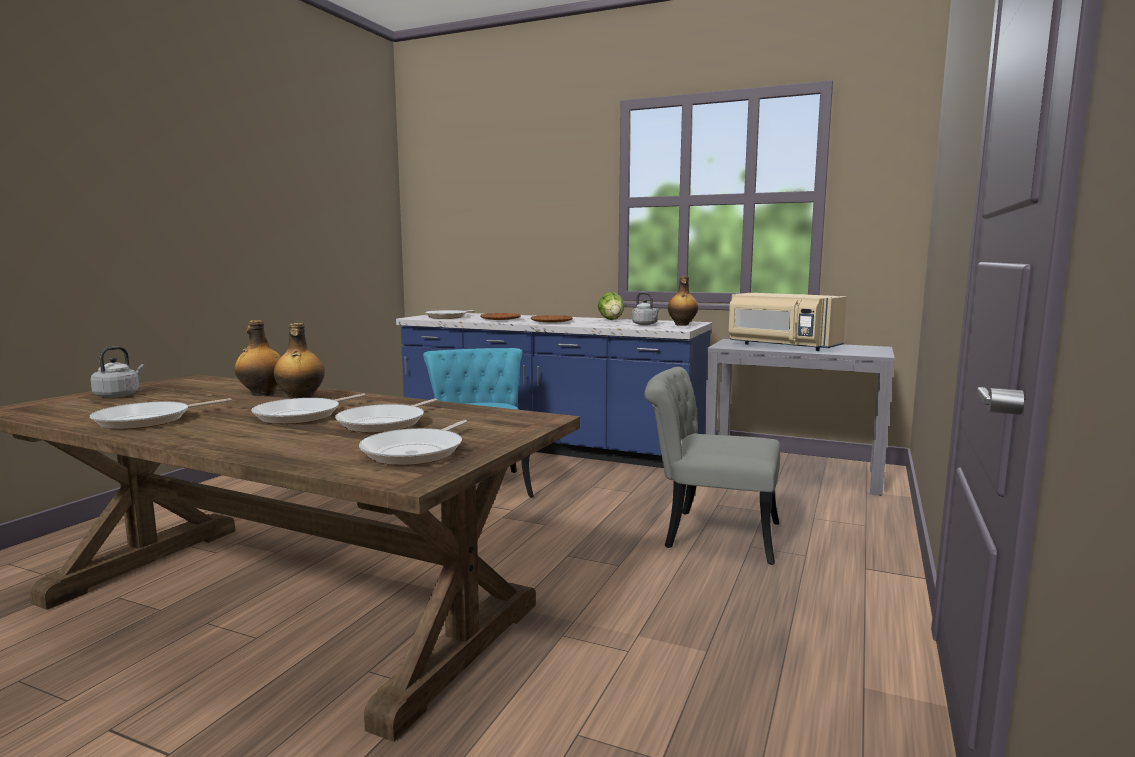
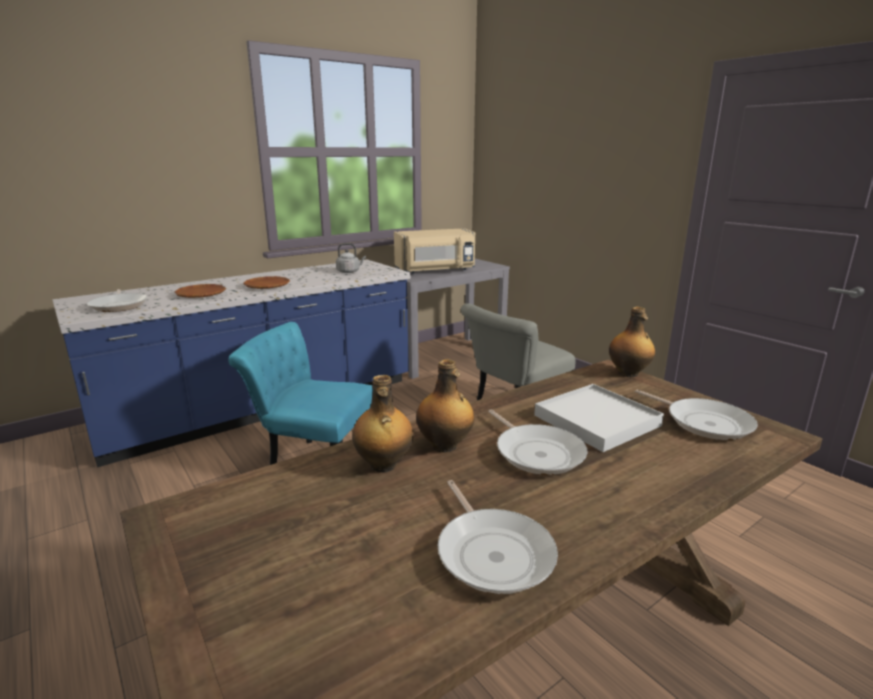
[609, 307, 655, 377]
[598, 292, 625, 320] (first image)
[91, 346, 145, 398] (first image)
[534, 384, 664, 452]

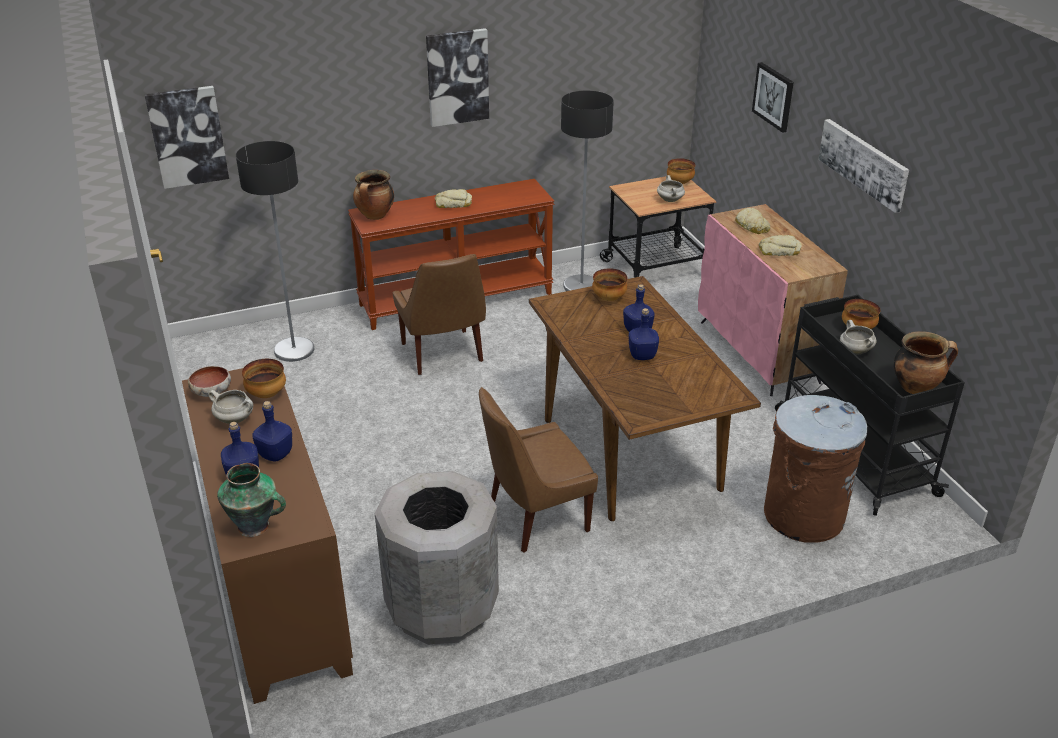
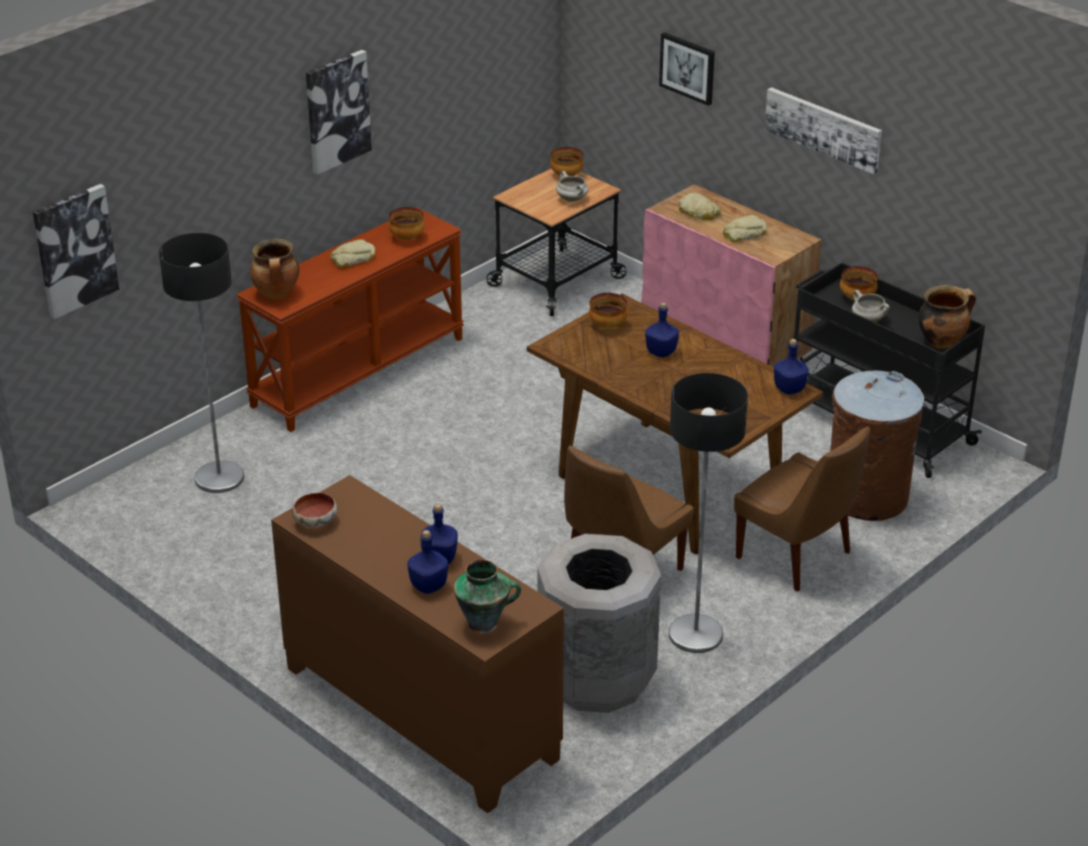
[669, 373, 748, 653]
[734, 426, 870, 592]
[774, 339, 809, 394]
[389, 207, 425, 240]
[208, 390, 253, 424] (first image)

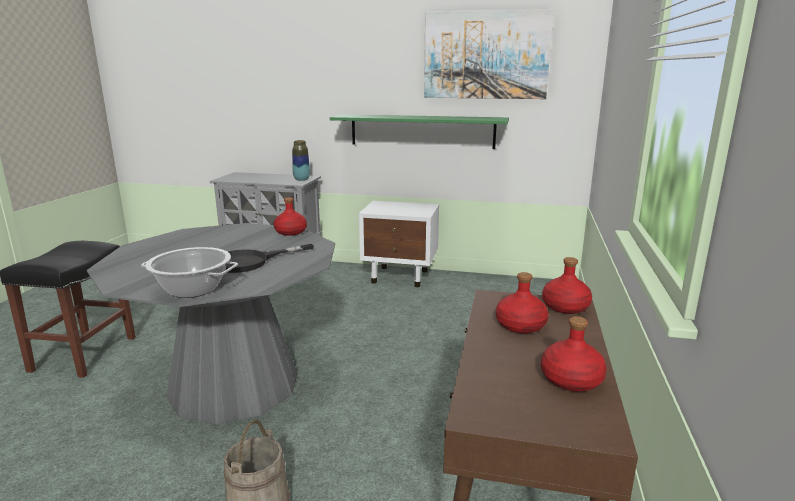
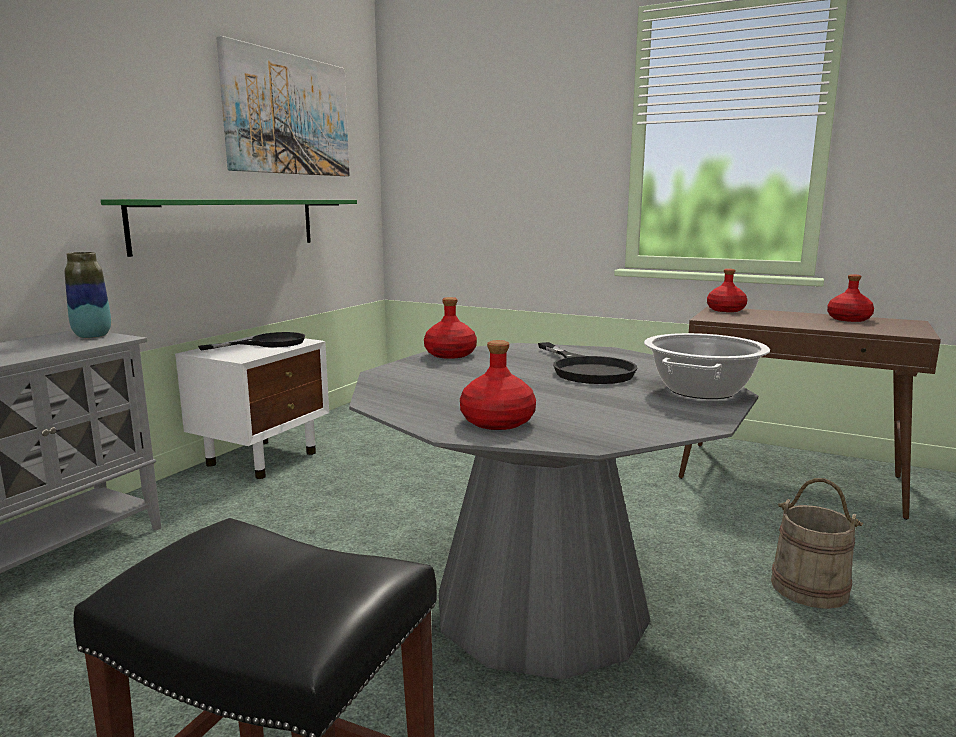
[460, 340, 536, 430]
[198, 332, 305, 350]

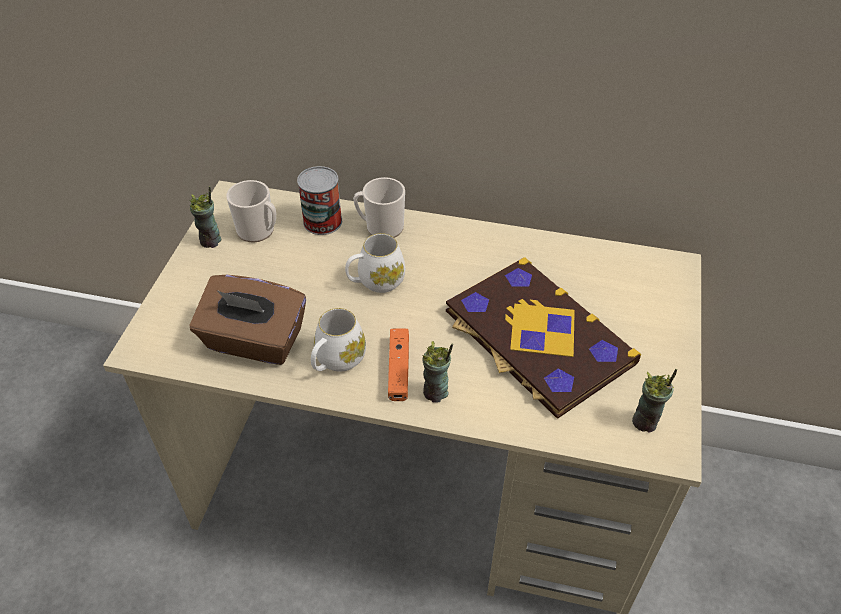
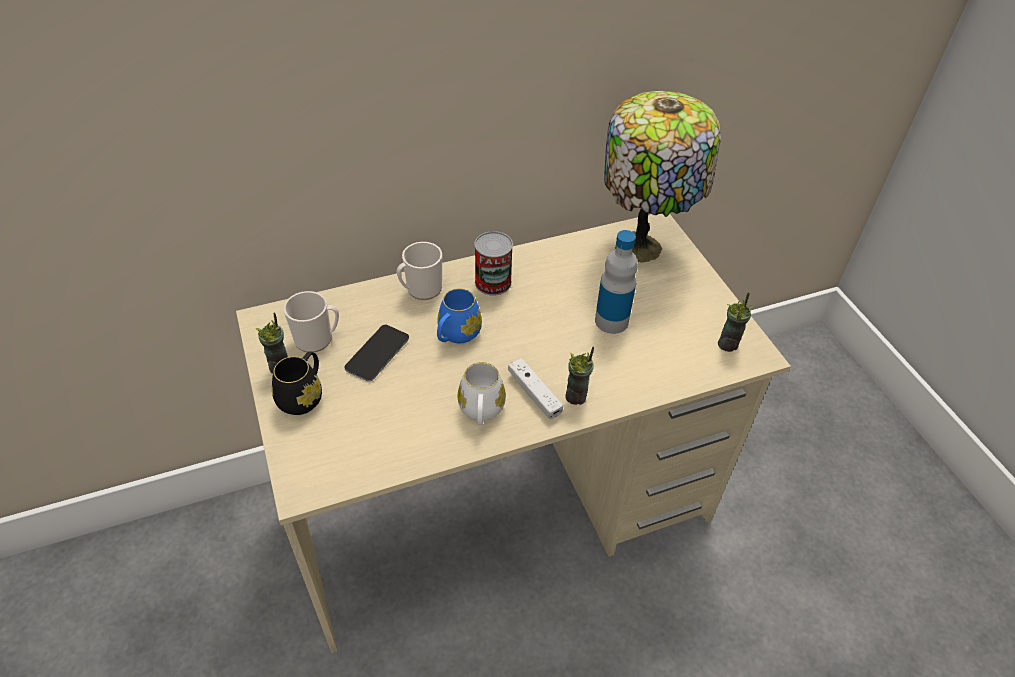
[474, 231, 513, 295]
[437, 289, 482, 343]
[595, 230, 638, 334]
[189, 275, 306, 365] (first image)
[508, 358, 563, 419]
[604, 91, 721, 263]
[344, 325, 409, 381]
[272, 351, 322, 415]

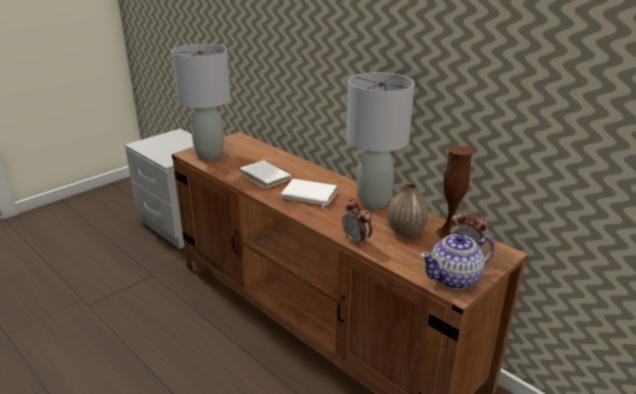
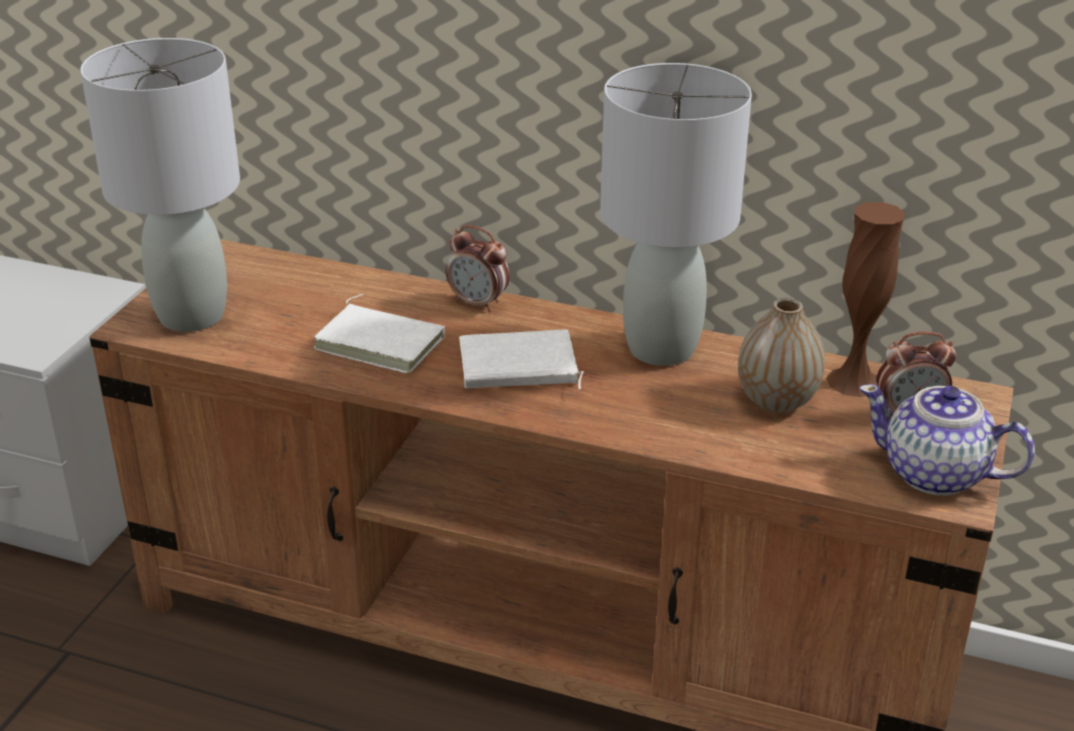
[446, 225, 510, 312]
[859, 384, 1035, 495]

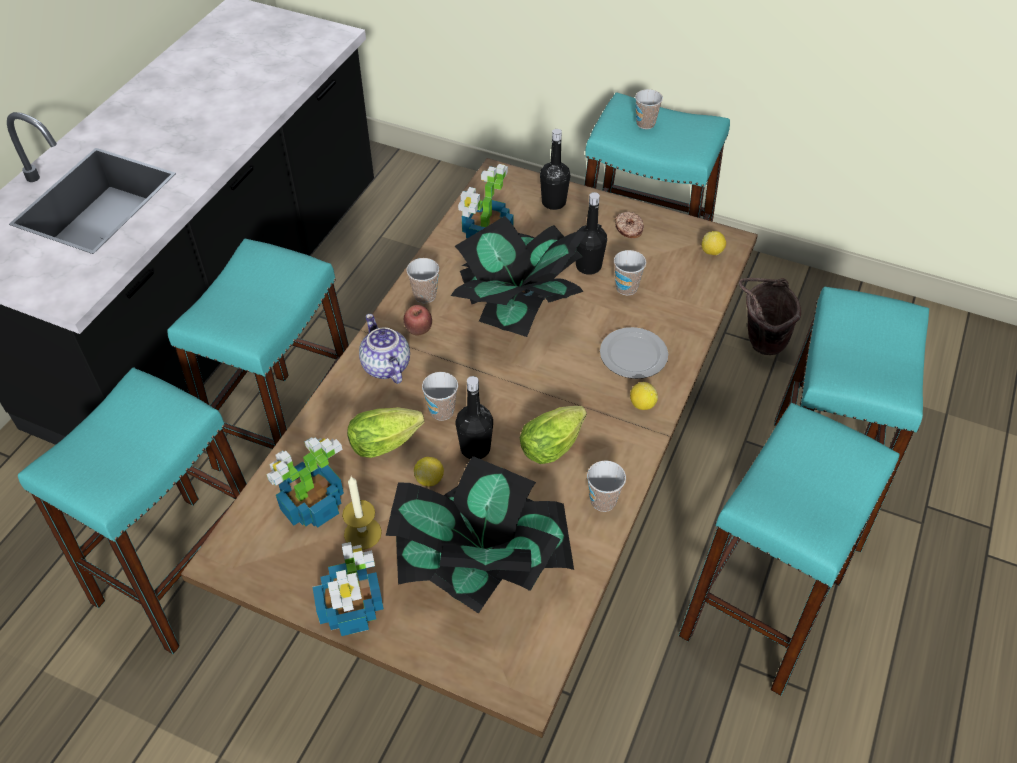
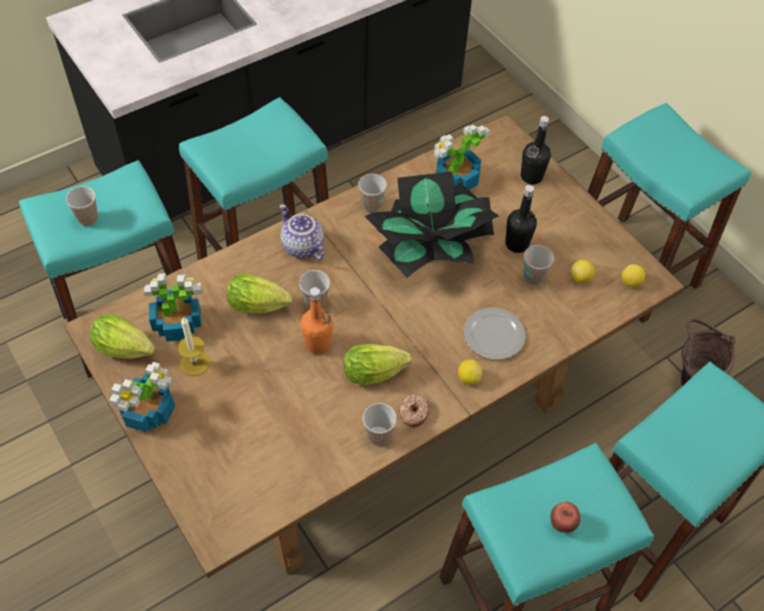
[66, 186, 98, 226]
[399, 393, 430, 428]
[550, 502, 580, 533]
[279, 204, 325, 260]
[301, 287, 333, 354]
[386, 456, 574, 614] (first image)
[571, 260, 595, 283]
[90, 314, 155, 358]

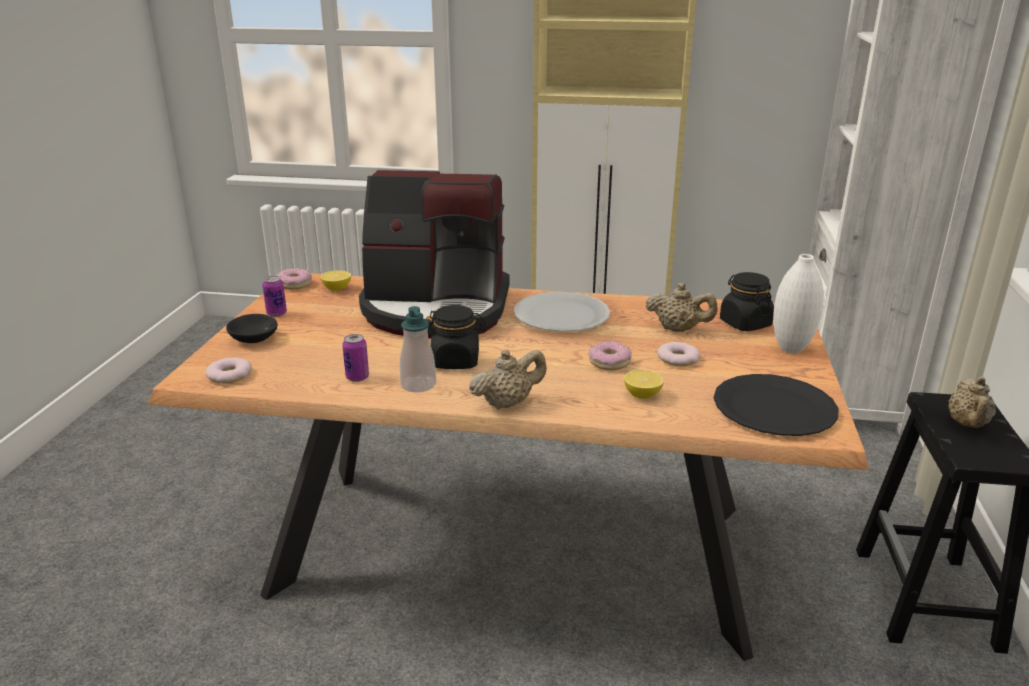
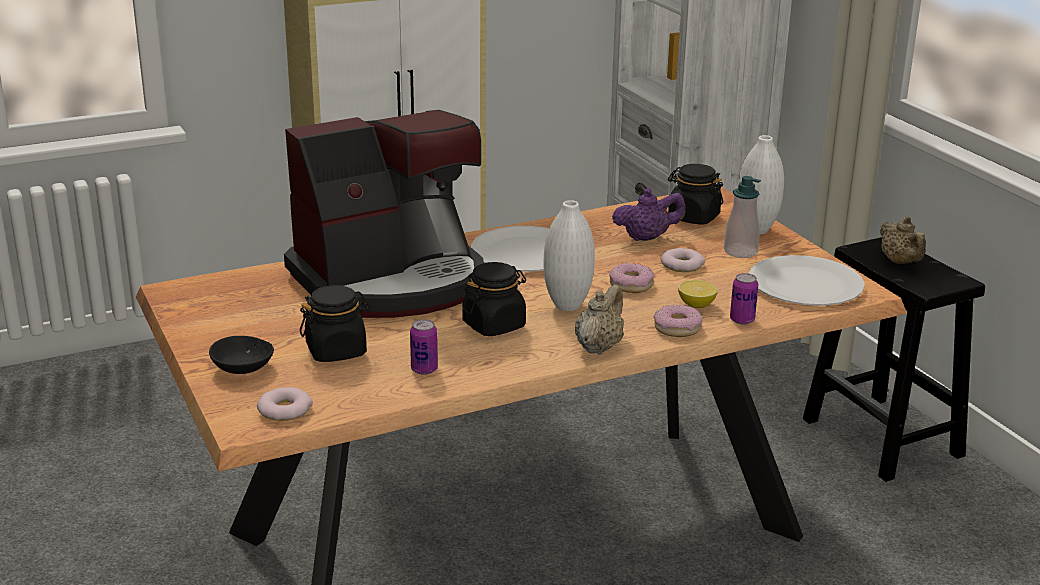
[653, 305, 703, 337]
[320, 270, 351, 291] (first image)
[730, 273, 758, 325]
[612, 188, 685, 241]
[724, 176, 761, 258]
[749, 255, 865, 306]
[543, 200, 595, 311]
[300, 285, 371, 362]

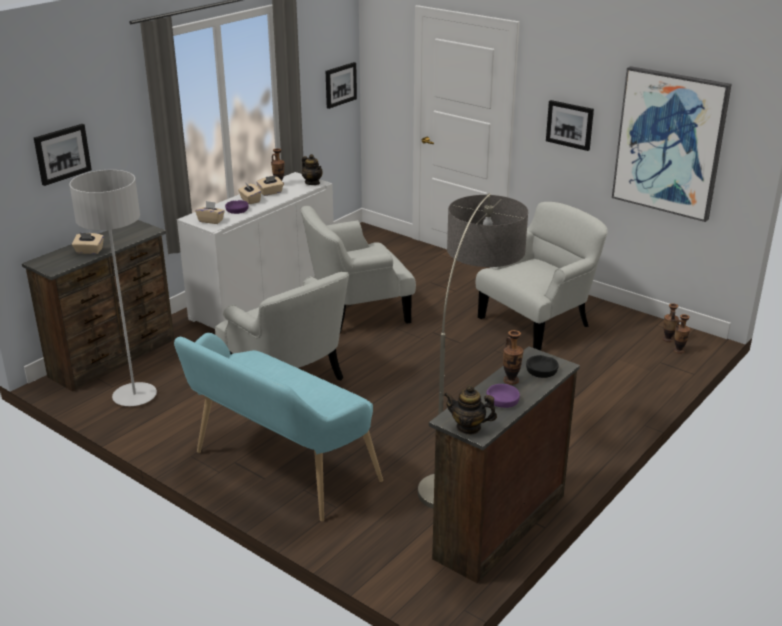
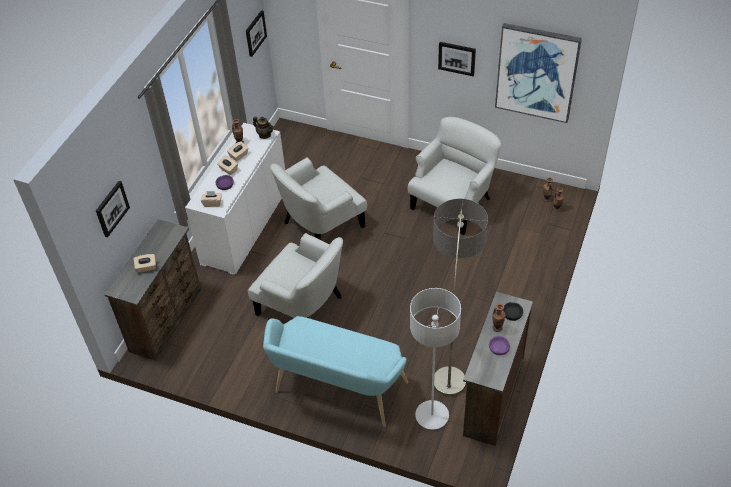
[410, 288, 461, 430]
[444, 385, 497, 435] (first image)

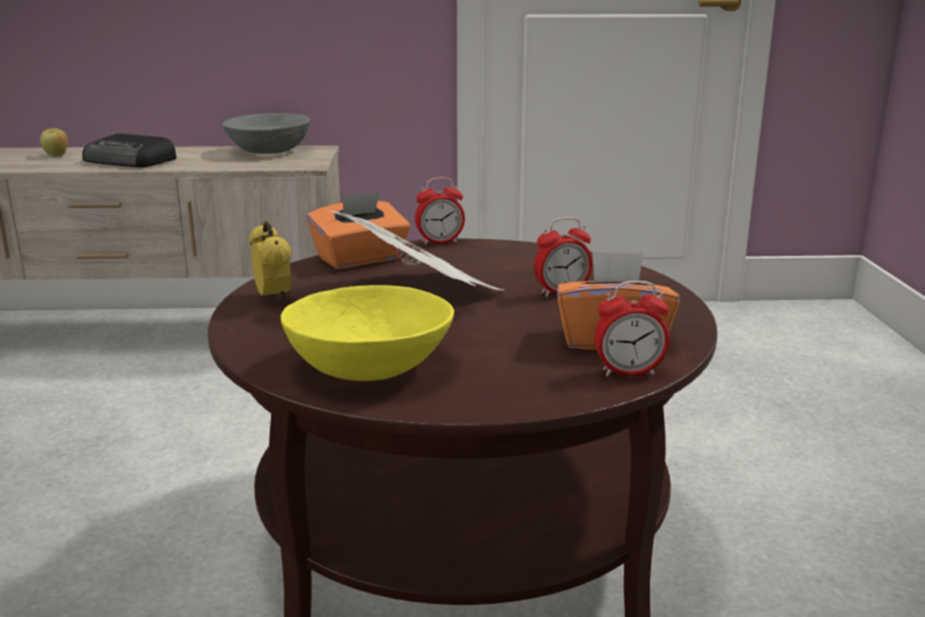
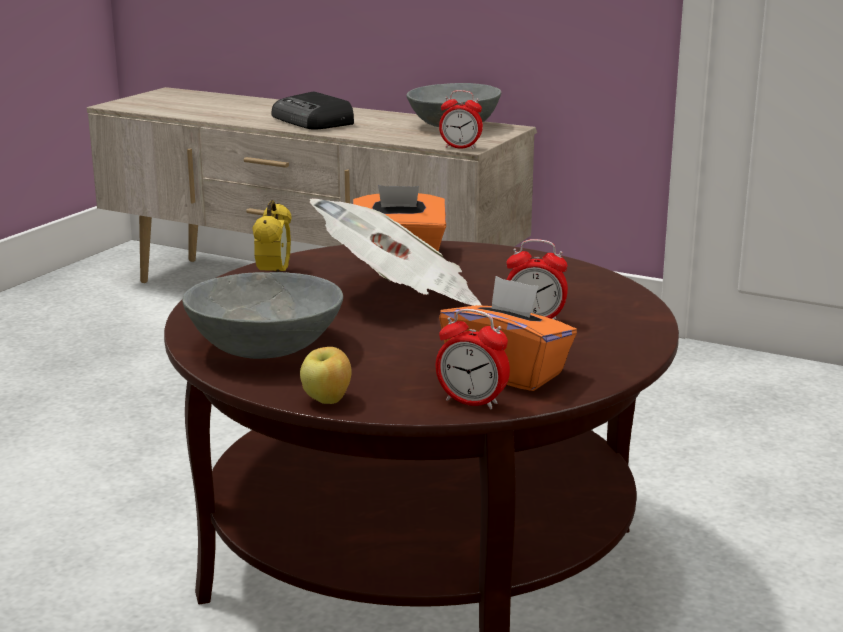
[300, 347, 352, 404]
[439, 90, 483, 150]
[182, 272, 343, 359]

